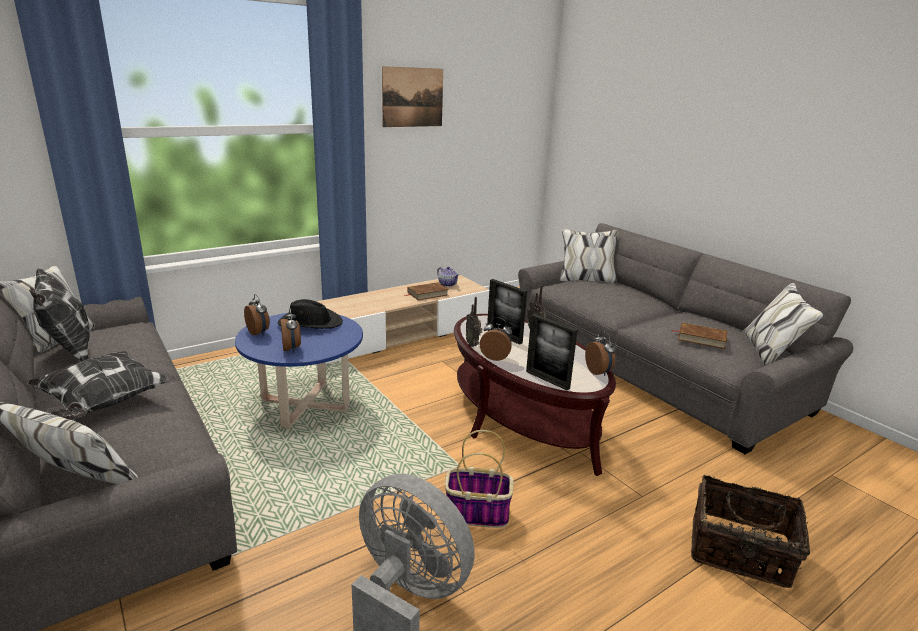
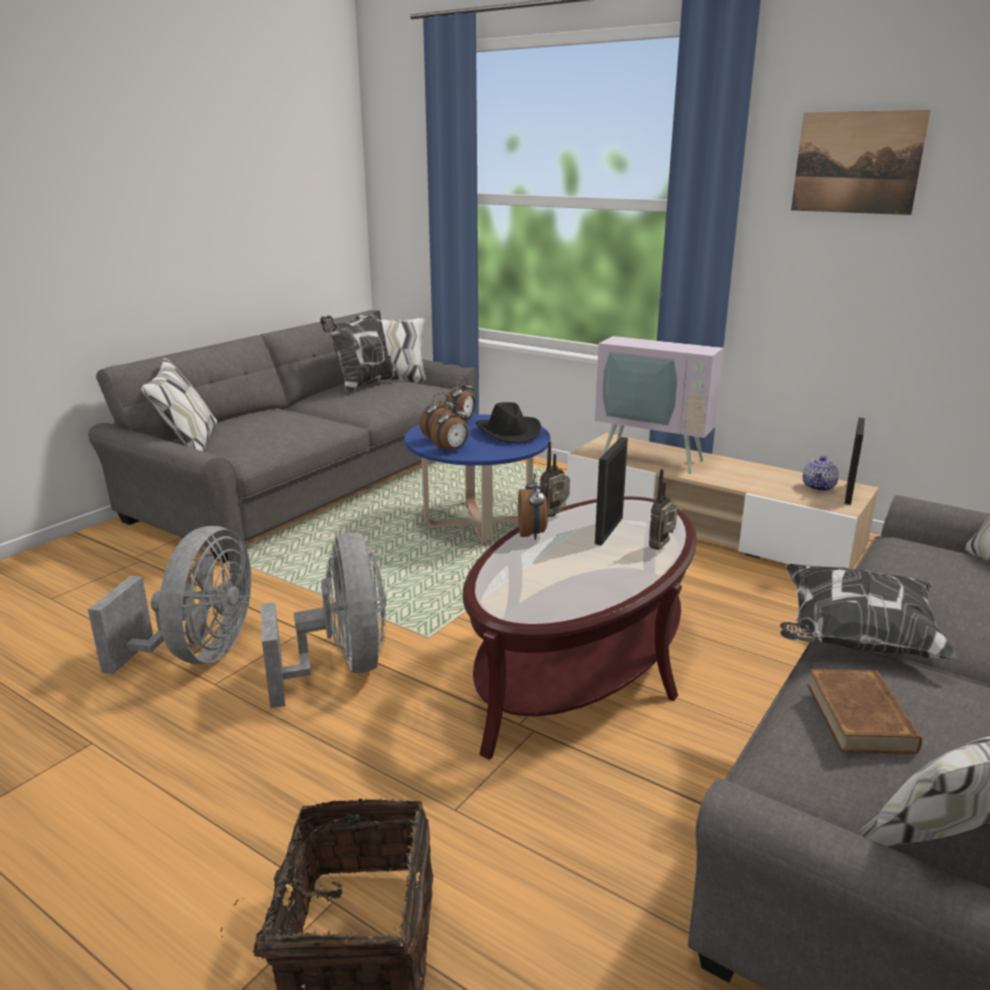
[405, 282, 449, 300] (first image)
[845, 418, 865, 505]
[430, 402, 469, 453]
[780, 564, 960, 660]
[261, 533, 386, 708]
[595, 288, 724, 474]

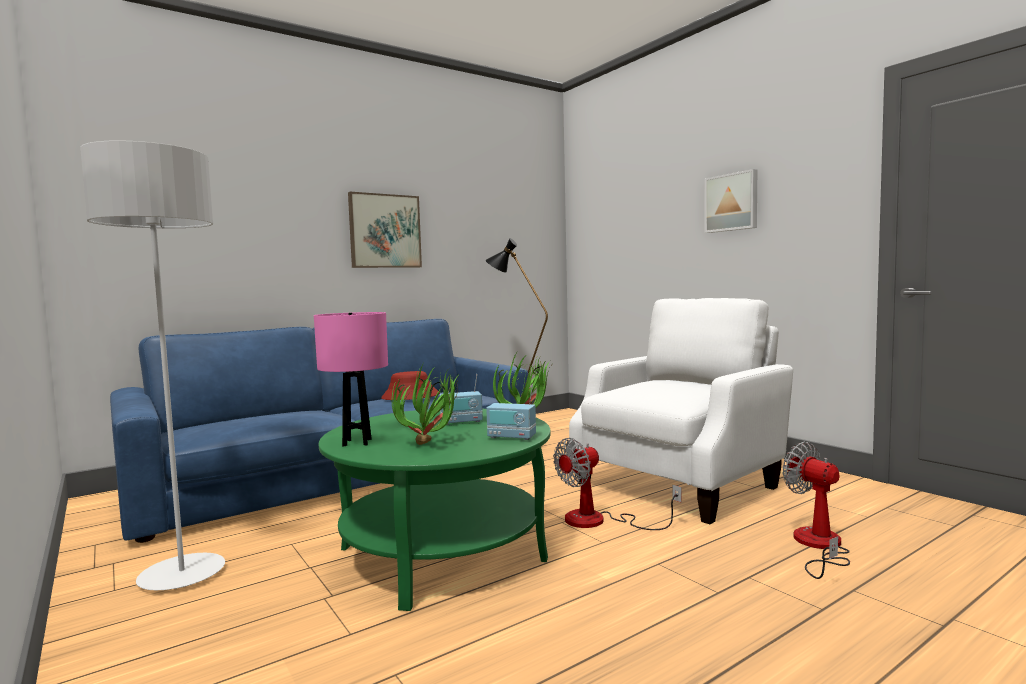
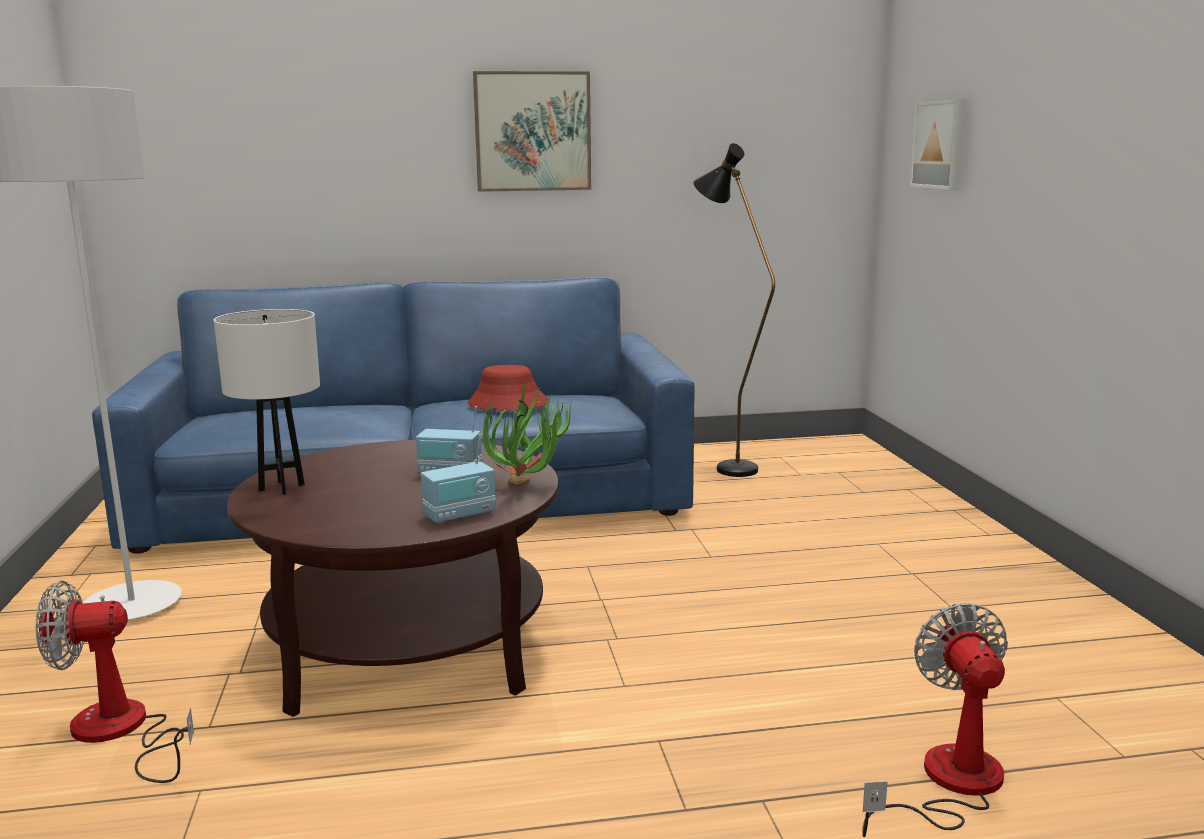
[910, 99, 968, 190]
[569, 298, 793, 524] (first image)
[214, 309, 320, 495]
[392, 364, 460, 445] (first image)
[421, 434, 496, 524]
[227, 440, 559, 717]
[36, 580, 194, 783]

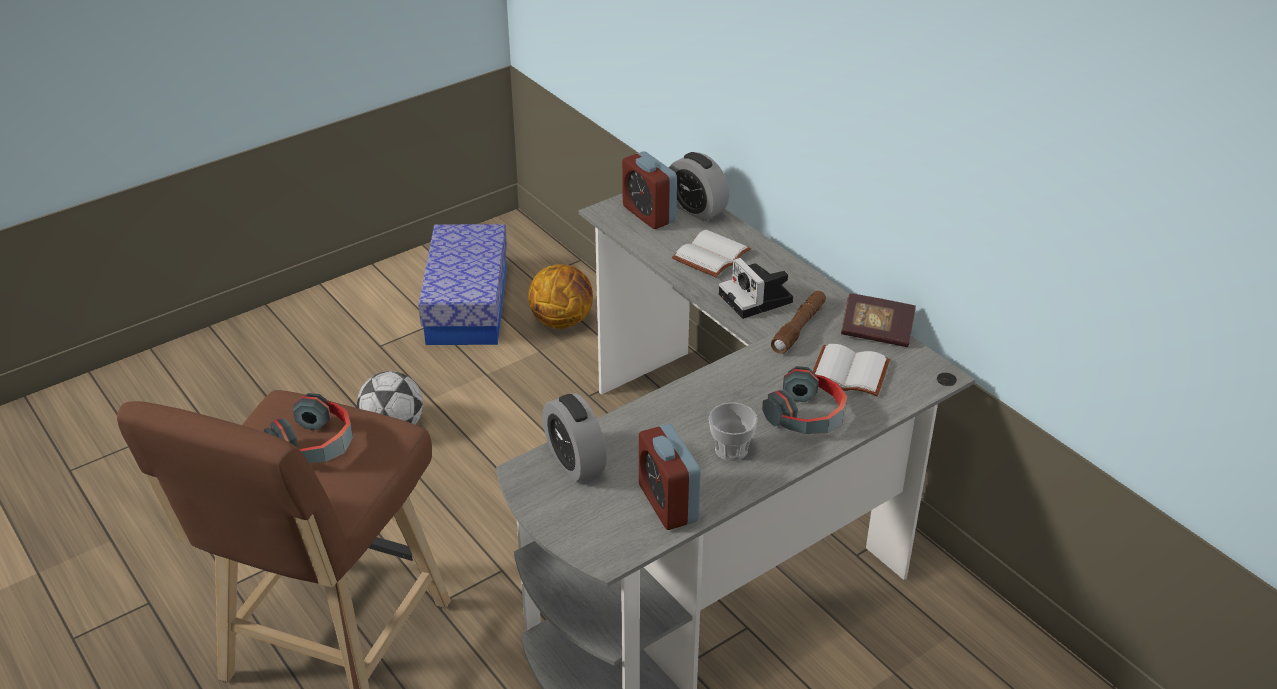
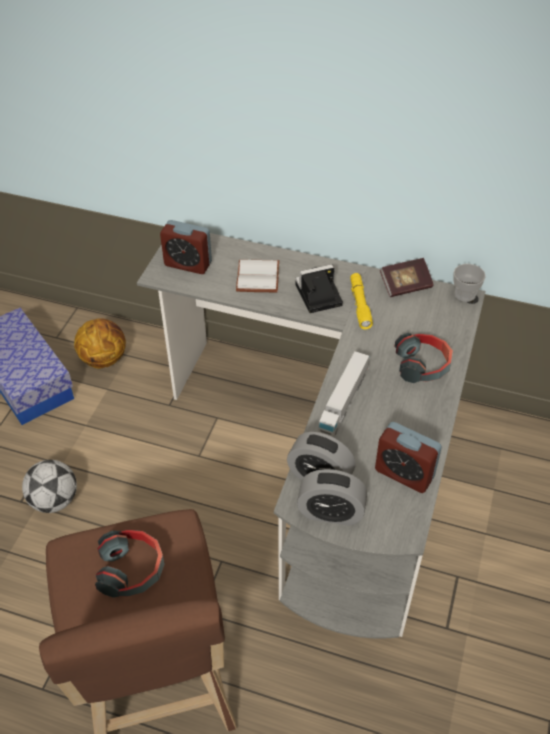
[297, 469, 367, 526]
[295, 264, 343, 313]
[350, 273, 373, 330]
[813, 344, 890, 396] (first image)
[453, 264, 486, 302]
[318, 351, 369, 437]

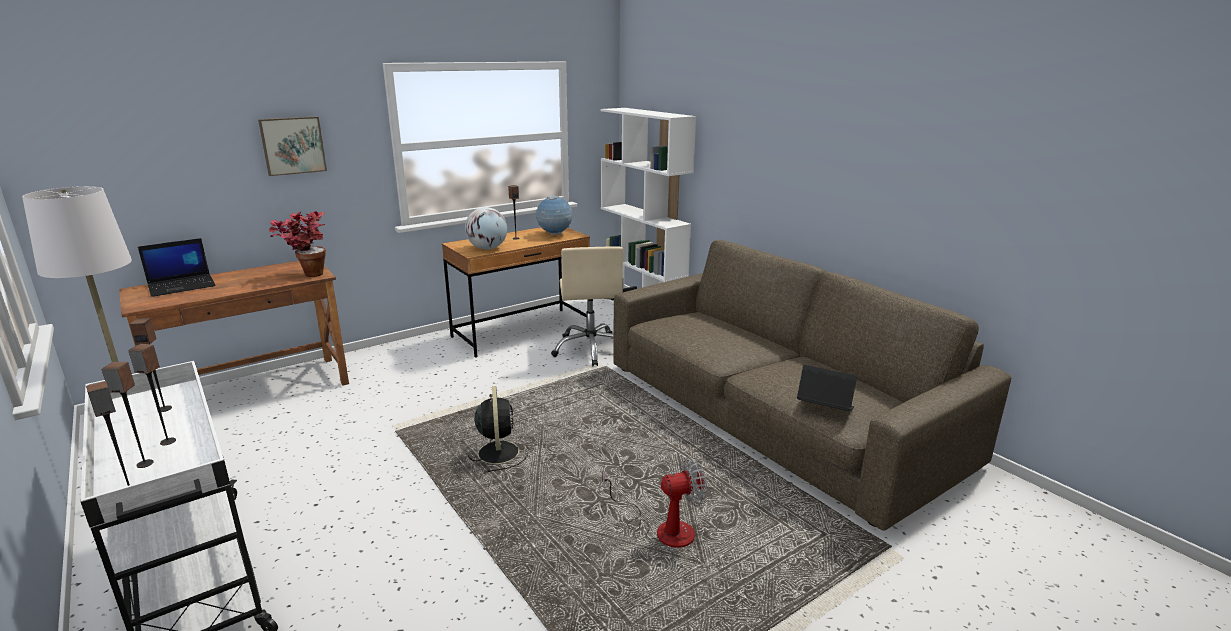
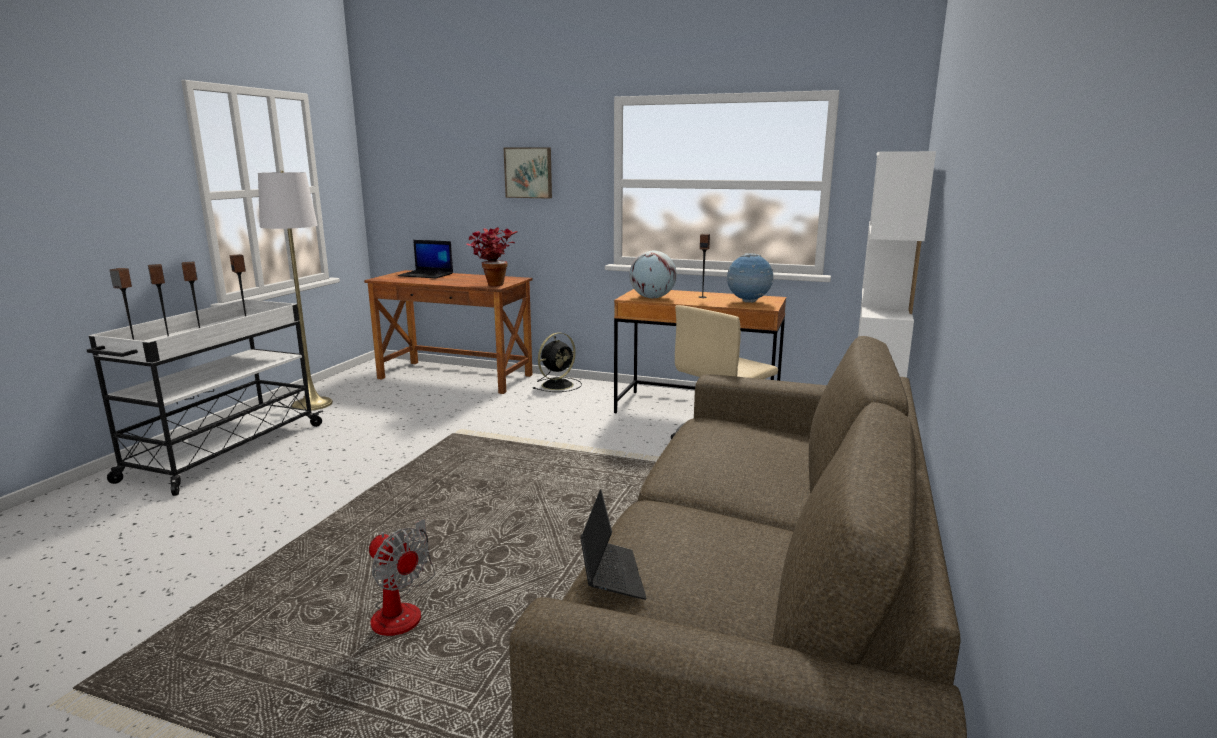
[533, 333, 582, 392]

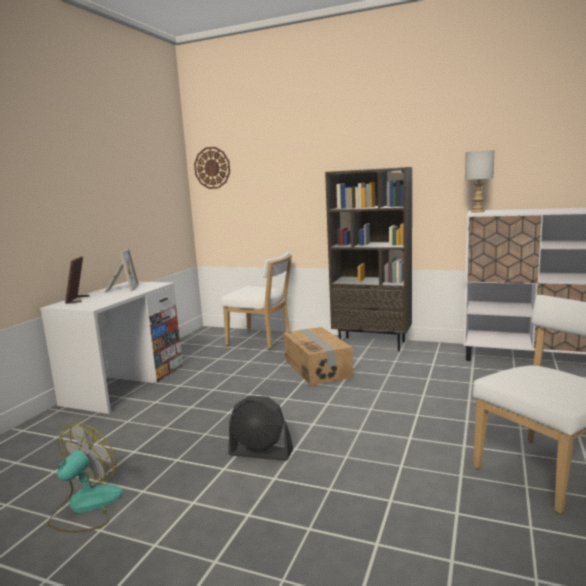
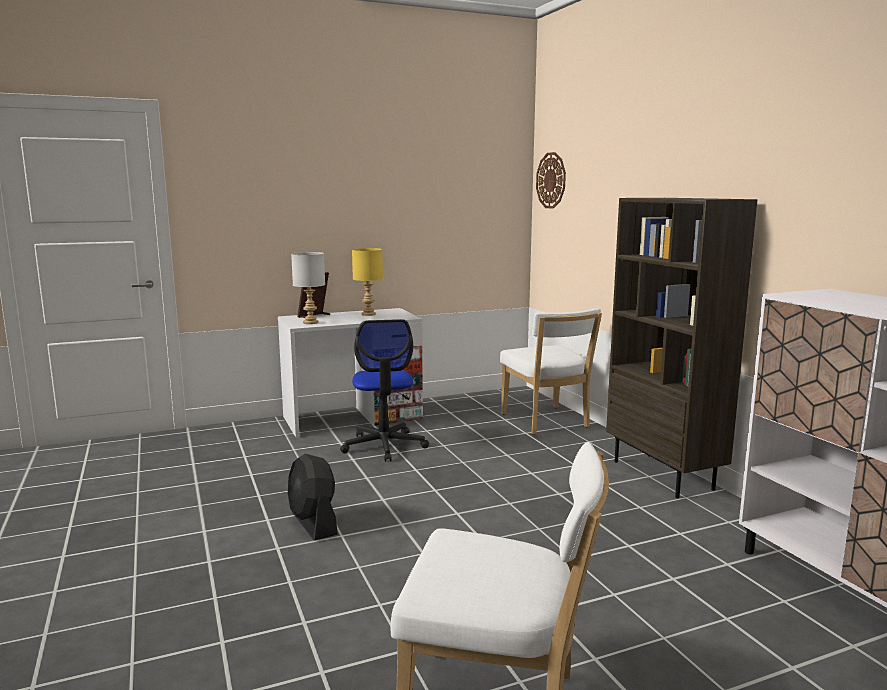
[291, 252, 325, 324]
[352, 248, 383, 316]
[284, 327, 353, 386] (first image)
[47, 423, 123, 533] (first image)
[340, 319, 429, 462]

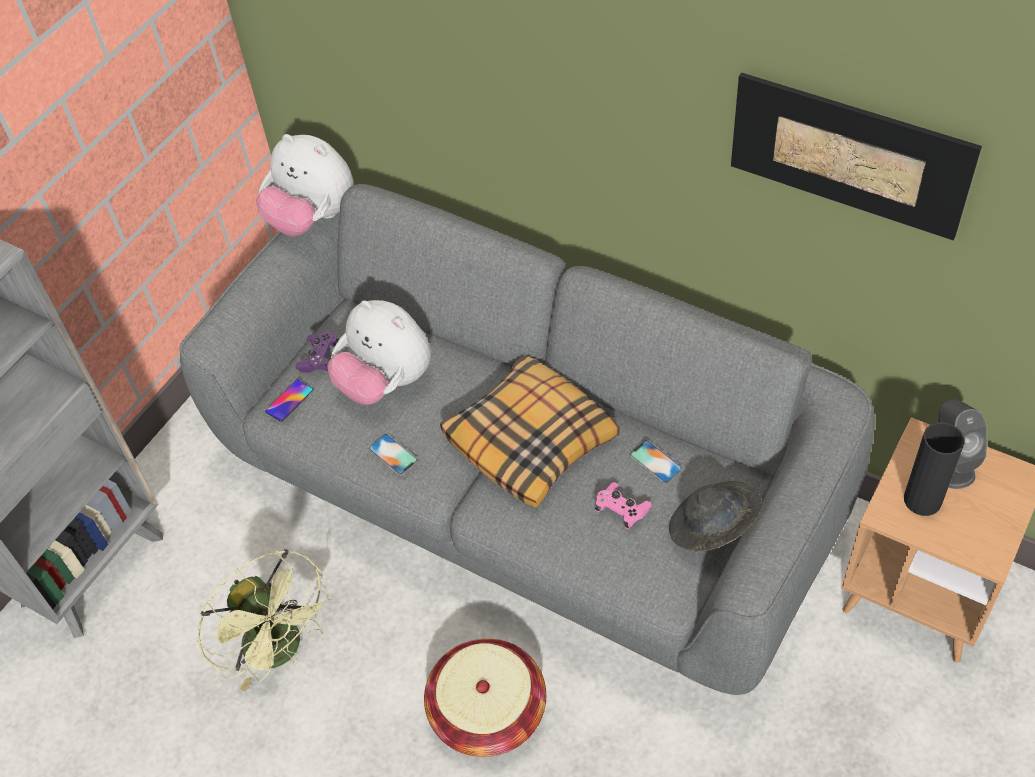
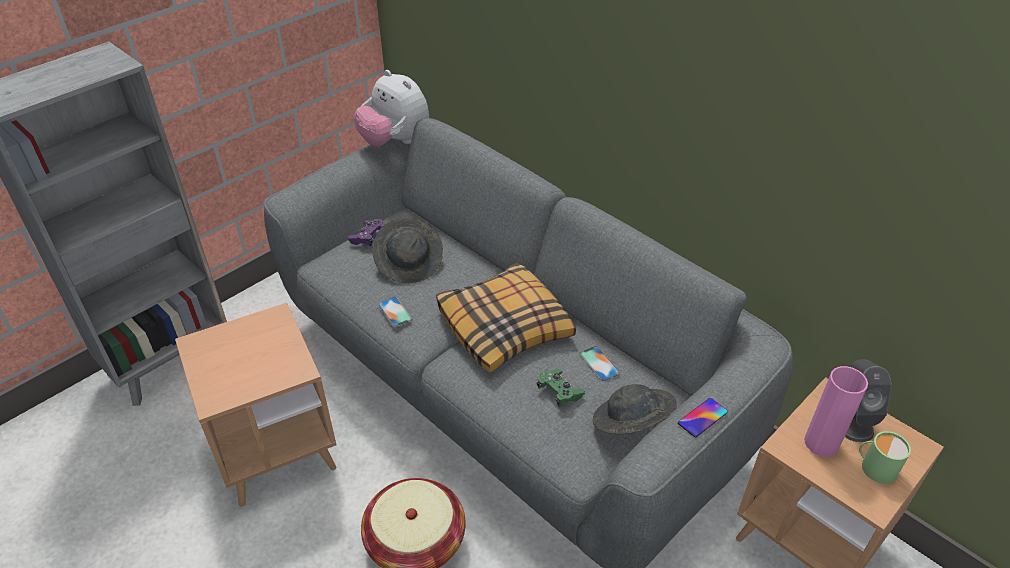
[731, 73, 982, 241] (first image)
[372, 218, 443, 283]
[678, 398, 728, 437]
[804, 366, 868, 457]
[536, 369, 585, 407]
[175, 303, 336, 507]
[859, 431, 911, 484]

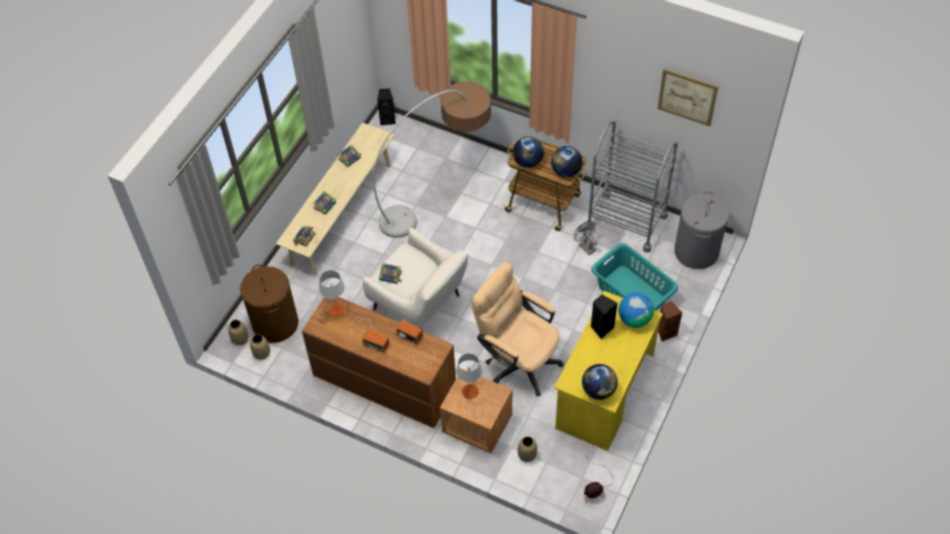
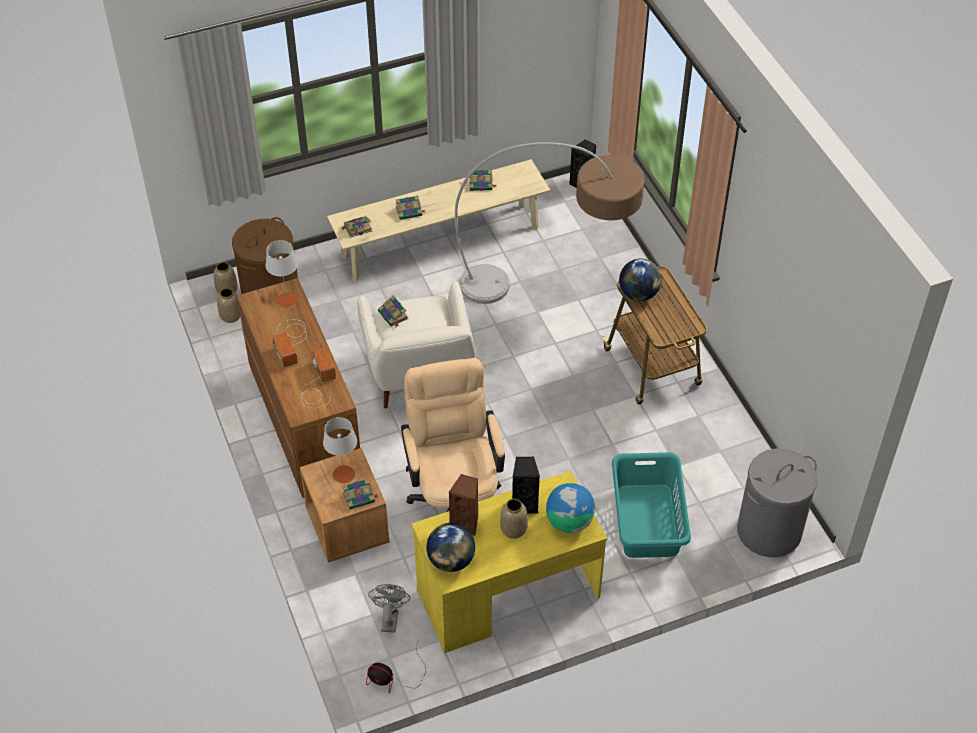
[657, 69, 719, 126] (first image)
[585, 121, 678, 253] (first image)
[551, 146, 582, 177] (first image)
[368, 584, 410, 633]
[448, 474, 478, 536]
[500, 499, 528, 539]
[342, 478, 378, 510]

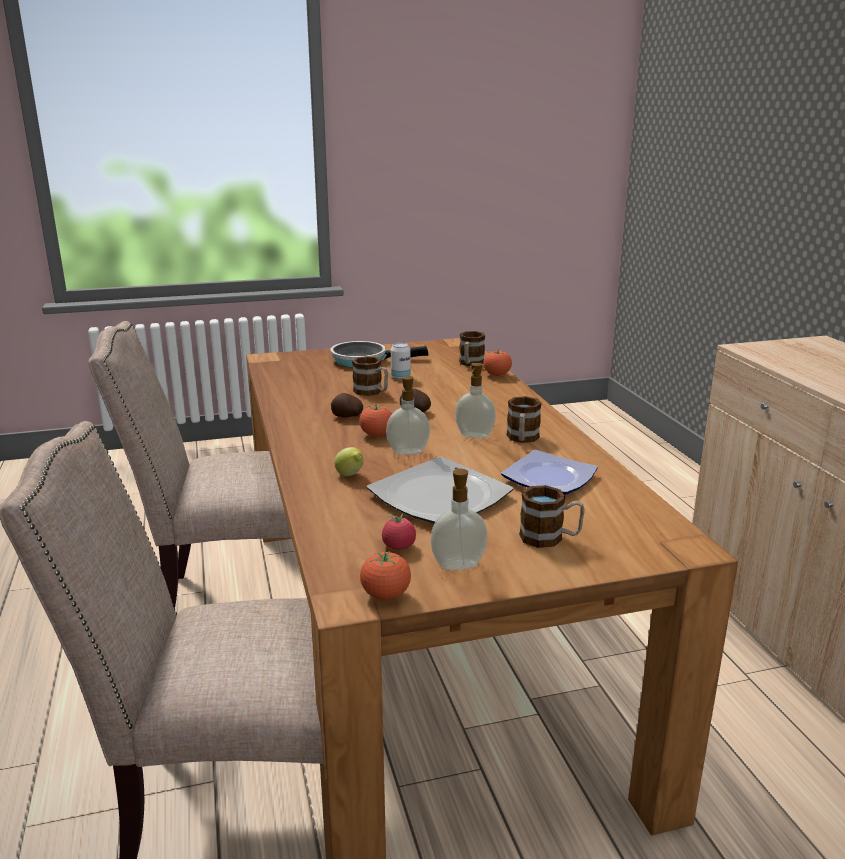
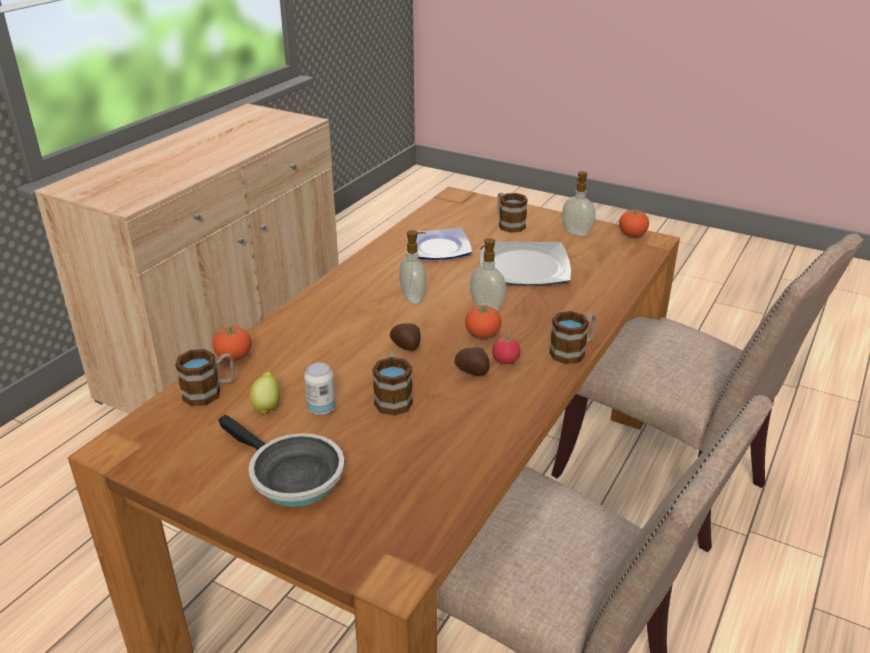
[549, 311, 596, 364]
[250, 372, 280, 414]
[492, 333, 521, 364]

